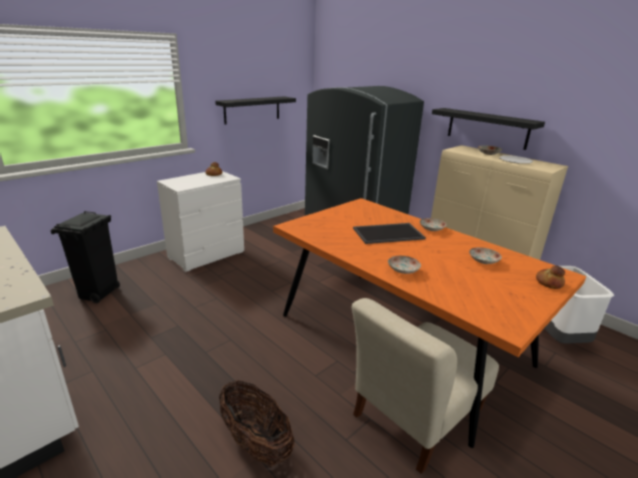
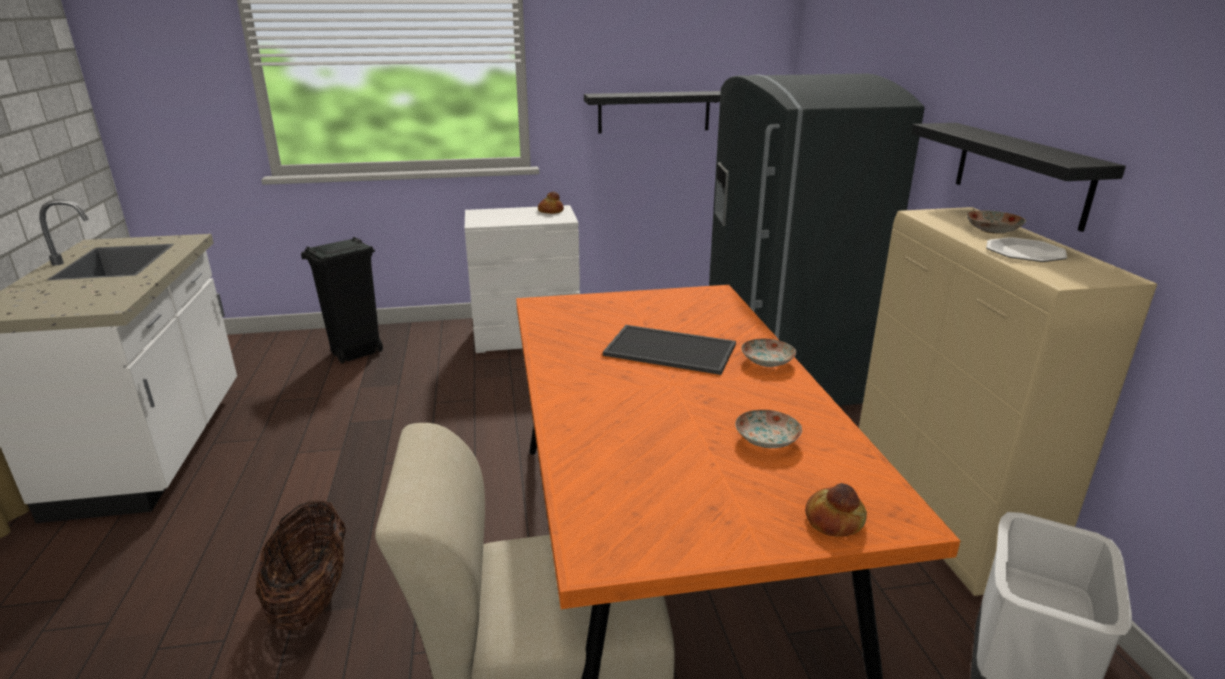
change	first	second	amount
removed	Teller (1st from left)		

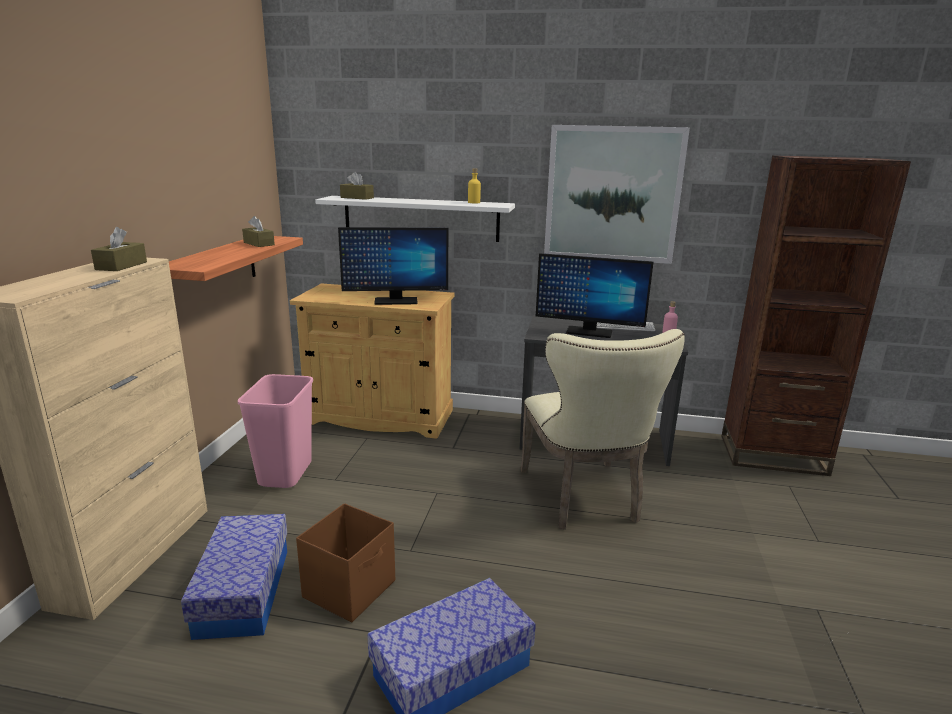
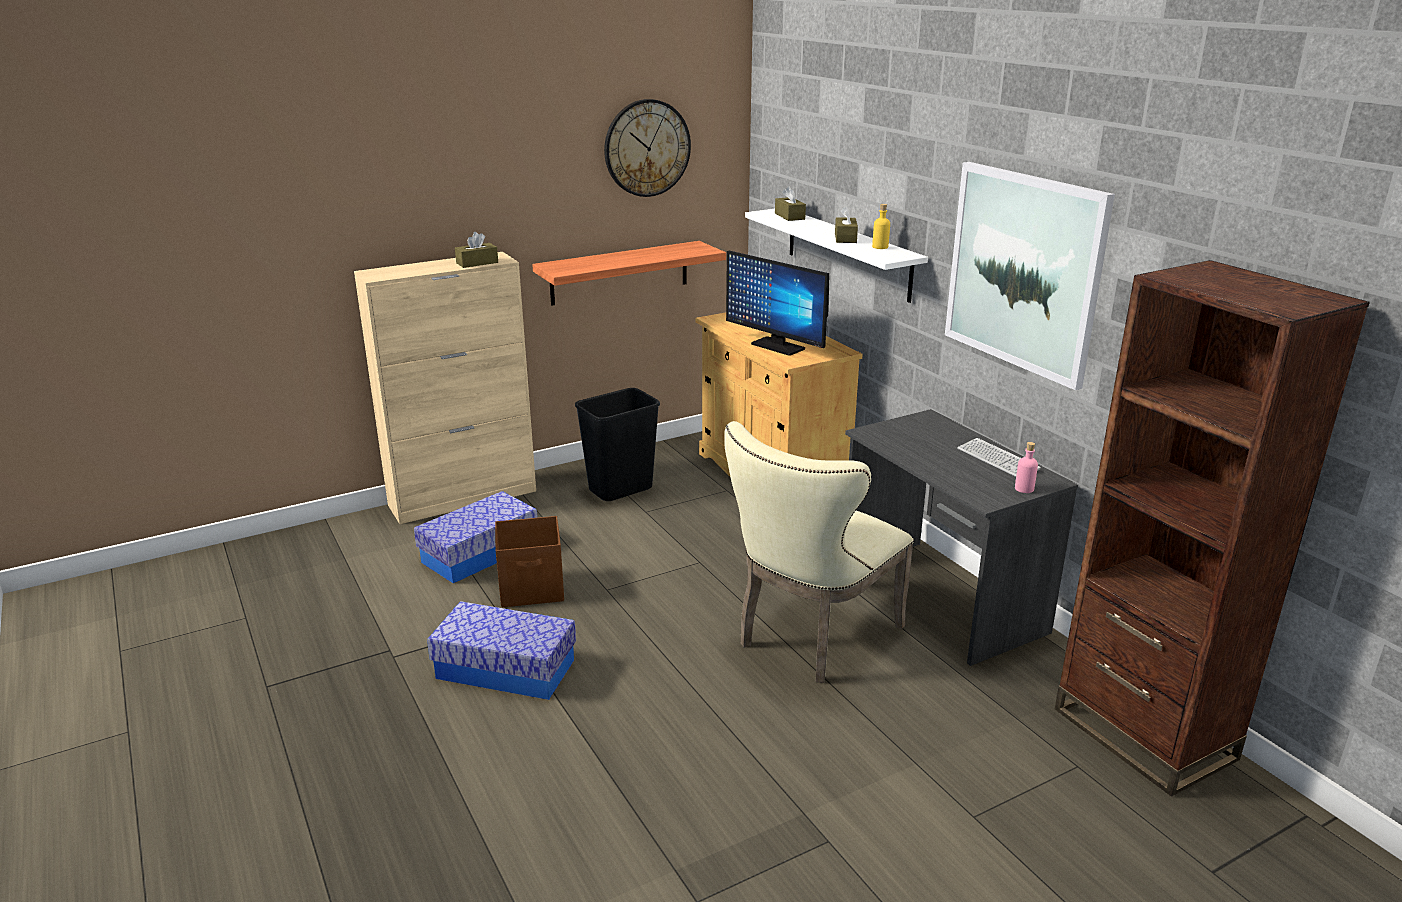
change	first	second	amount
recoloured	Mülleimer/rosa	Mülleimer/schwarz	
added		Wanduhr	
moved	Taschentuchbox/braun (2nd from left in the first image)	Taschentuchbox/braun (3rd from left)	
removed	Monitor (2nd from left)		

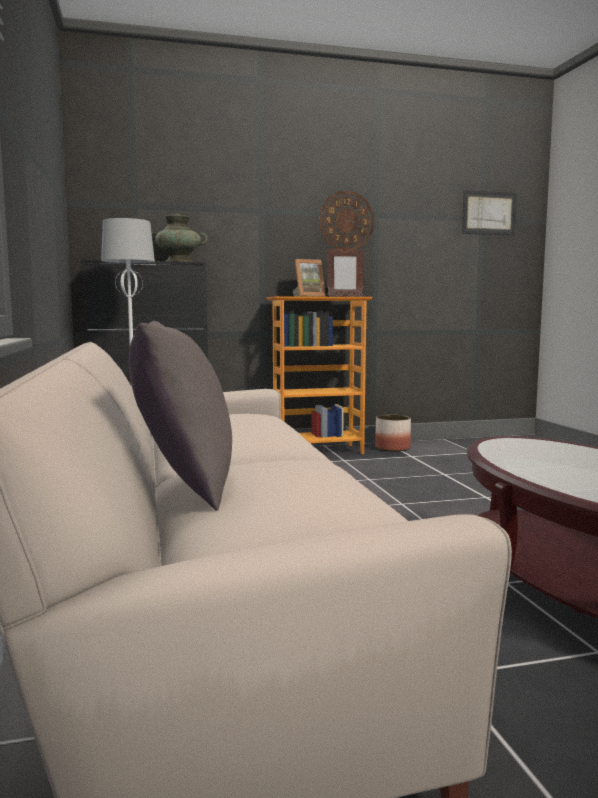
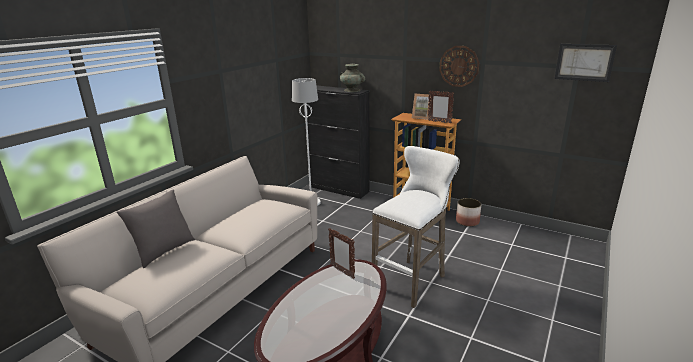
change	first	second	amount
added		Bilderrahmen (1st from left)	
added		Hocker/weiß	

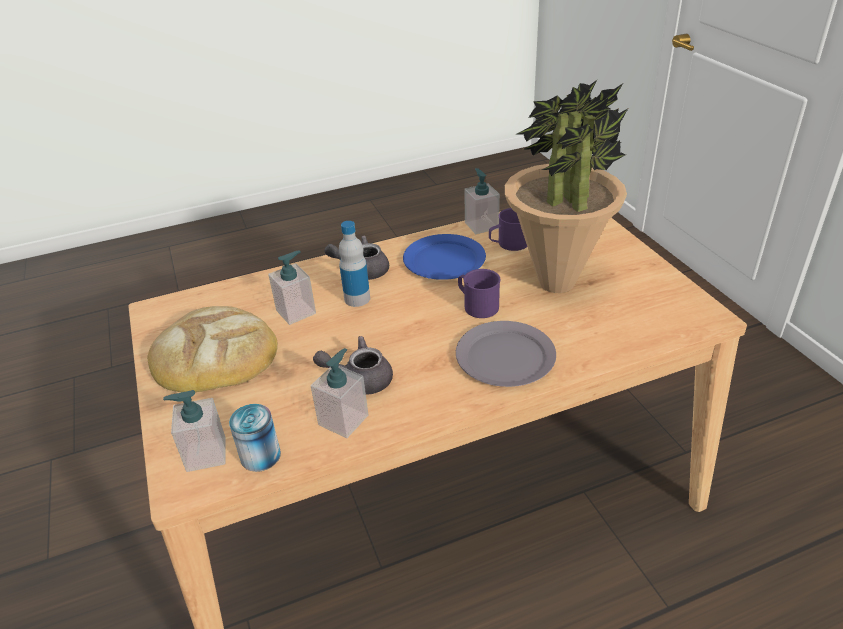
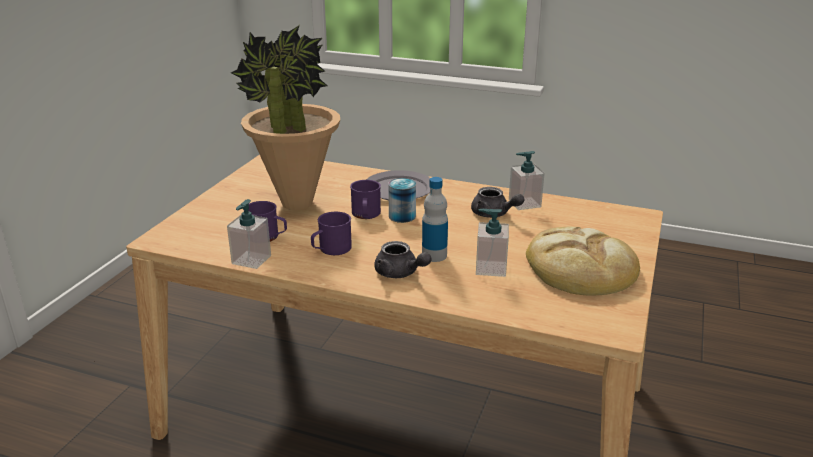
change	first	second	amount
replaced	Teller/blau	Henkelbecher/lila (2nd from left)	
moved	Dose		
removed	Seifenspender (1st from left)		

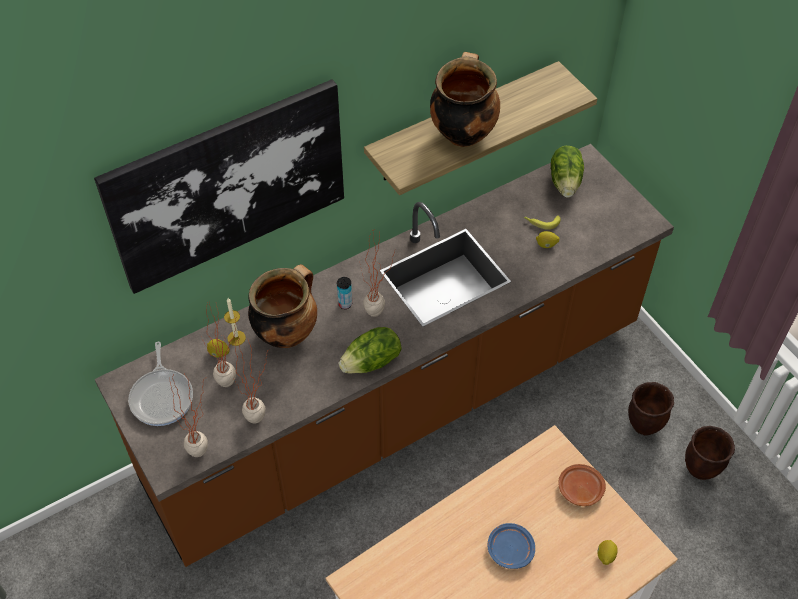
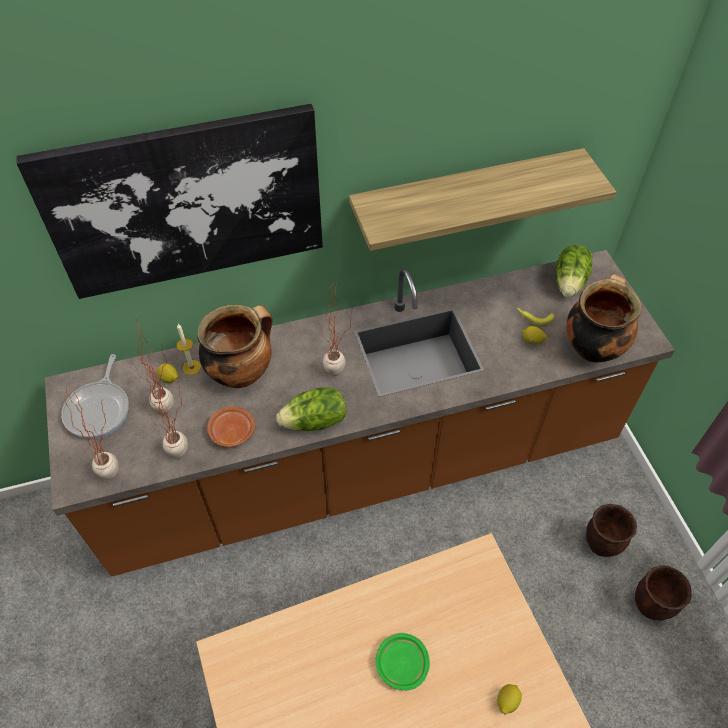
change	first	second	amount
moved	Teller/braun		
recoloured	Teller/blau	Teller/grün	
moved	Kochtopf (2nd from left)		
removed	Dose		

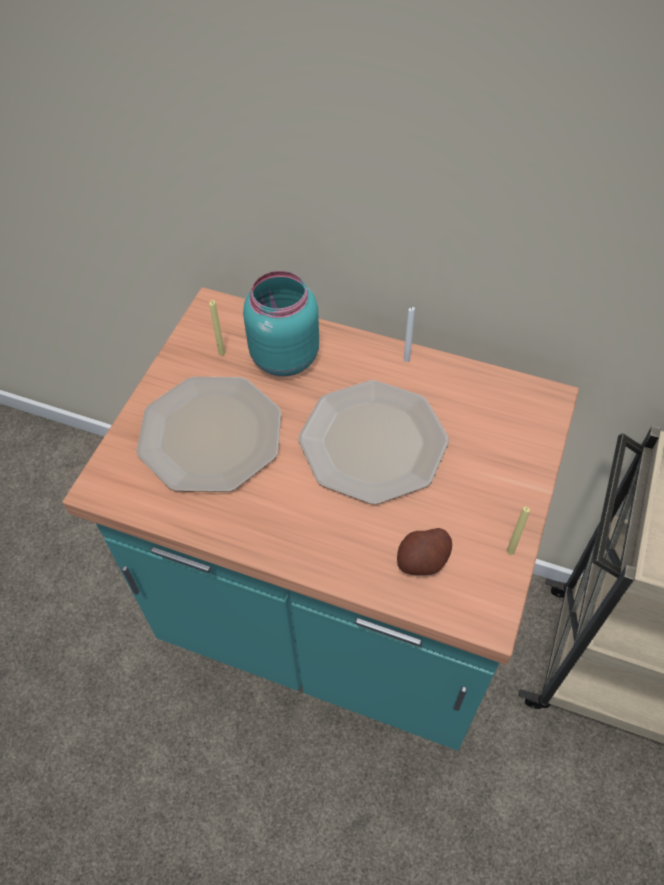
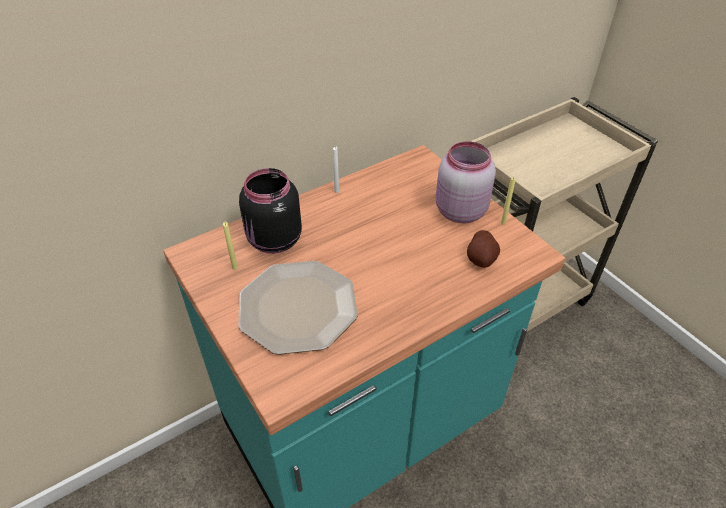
change	first	second	amount
recoloured	Vorratsglas/türkis	Vorratsglas/schwarz	
added		Vorratsglas/rosa	
removed	Teller (2nd from left)		

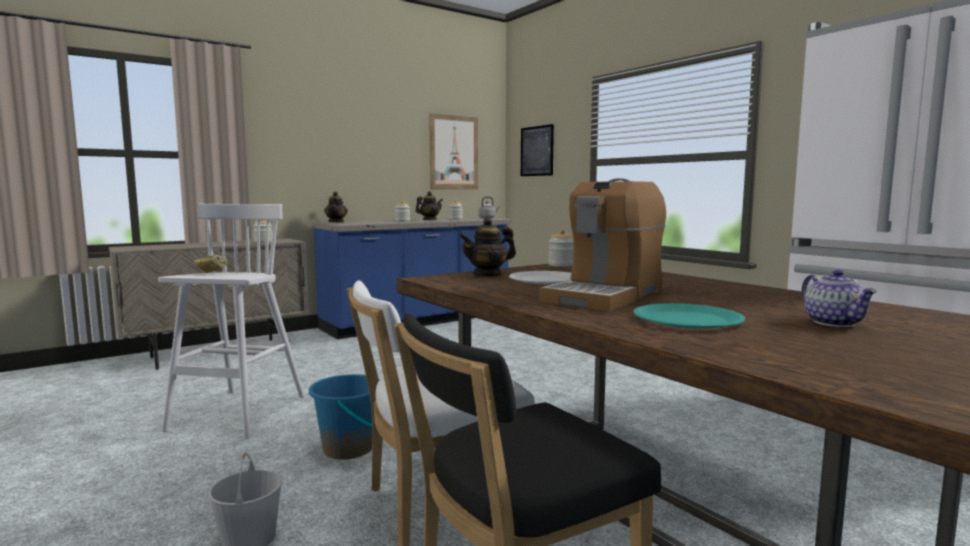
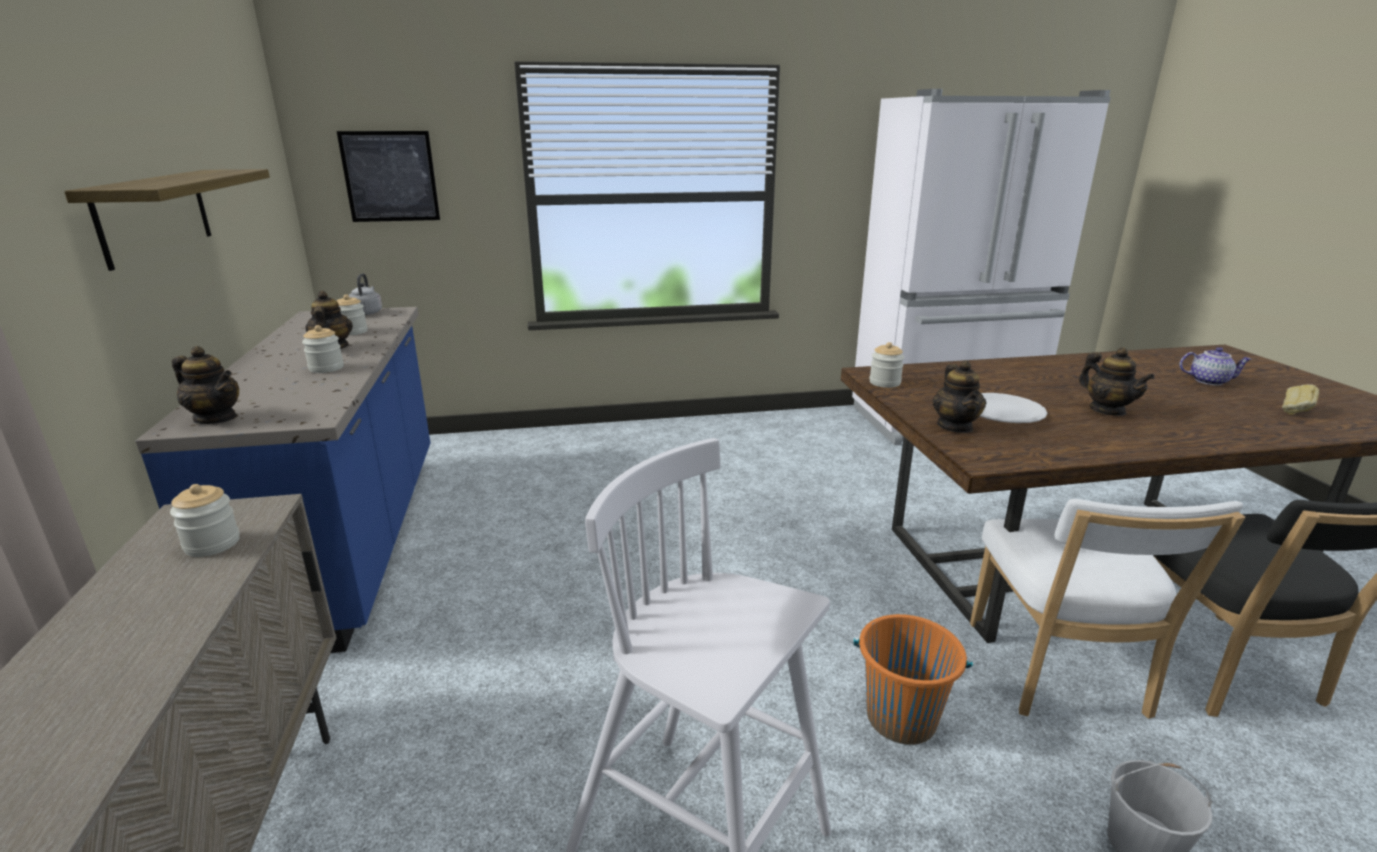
change	first	second	amount
added		Wandregal	
recoloured	Eimer/blau	Eimer/orange	
replaced	Kaffeemaschine	Teekanne (4th from left)	
moved	Brot		
removed	Bild (1st from left)		
removed	Teller/türkis		

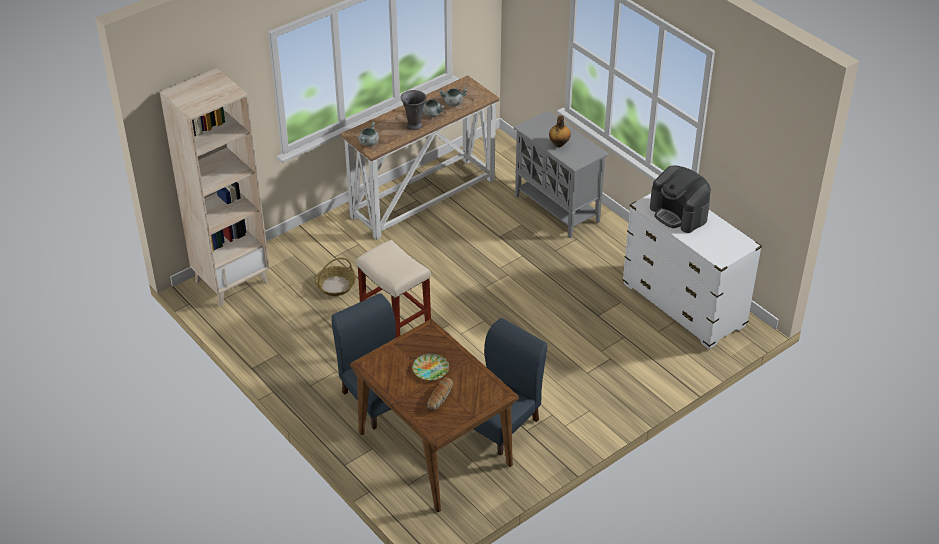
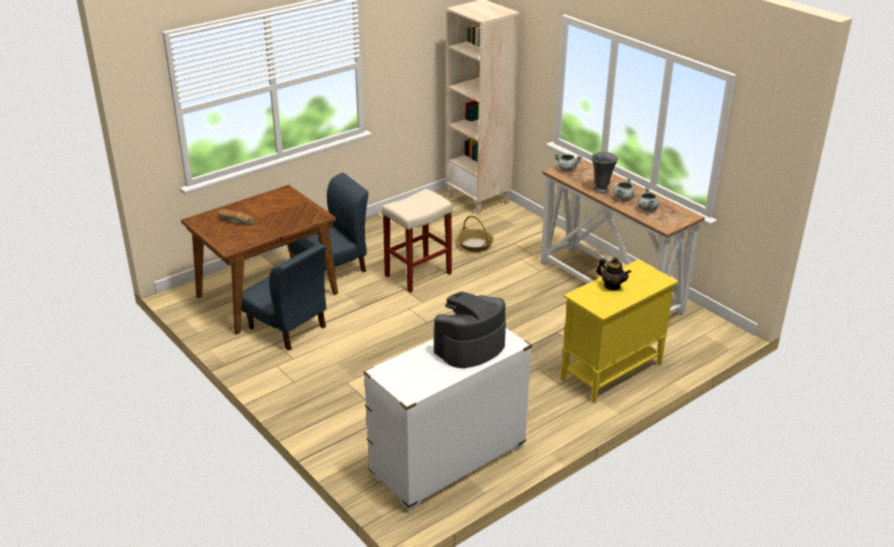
change	first	second	amount
recoloured	Schrank/grau	Schrank/gelb	
replaced	Flasche	Teekanne	
removed	Teller		

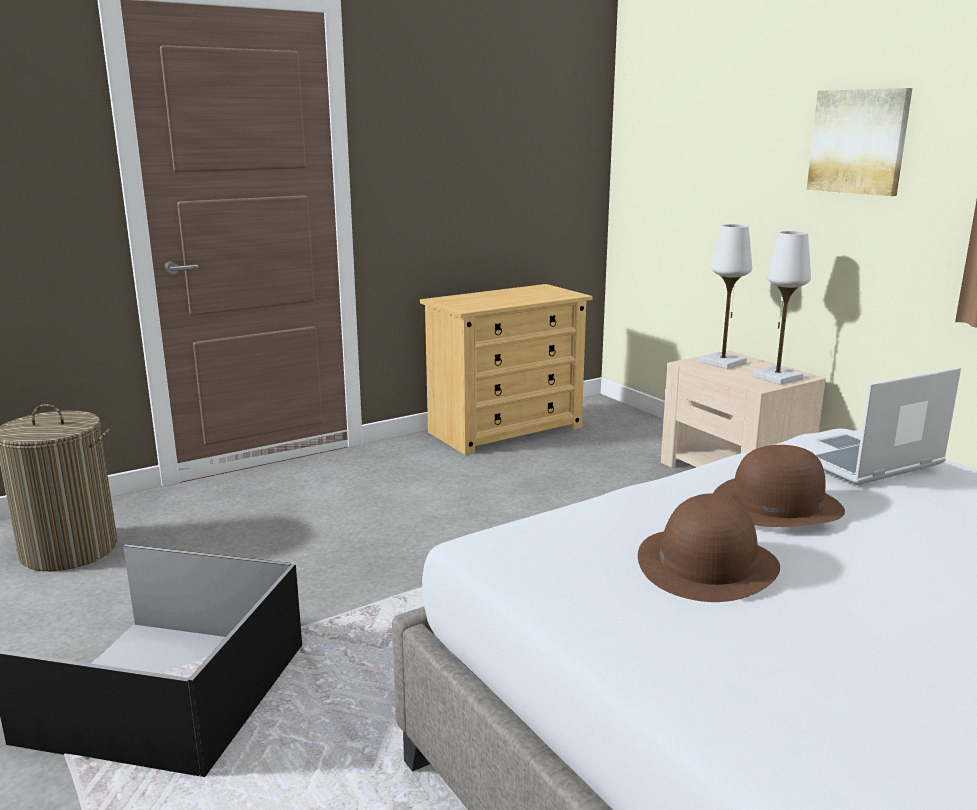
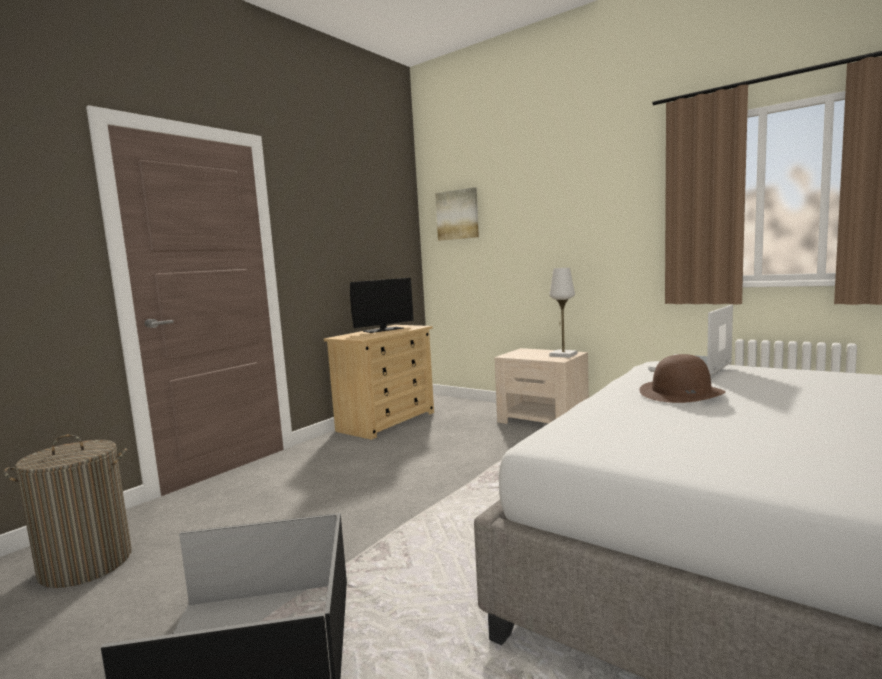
change	first	second	amount
added		Monitor	
moved	Bild		
removed	Hut/braun (1st from left)		
removed	Tischlampe/weiß (1st from left)		

